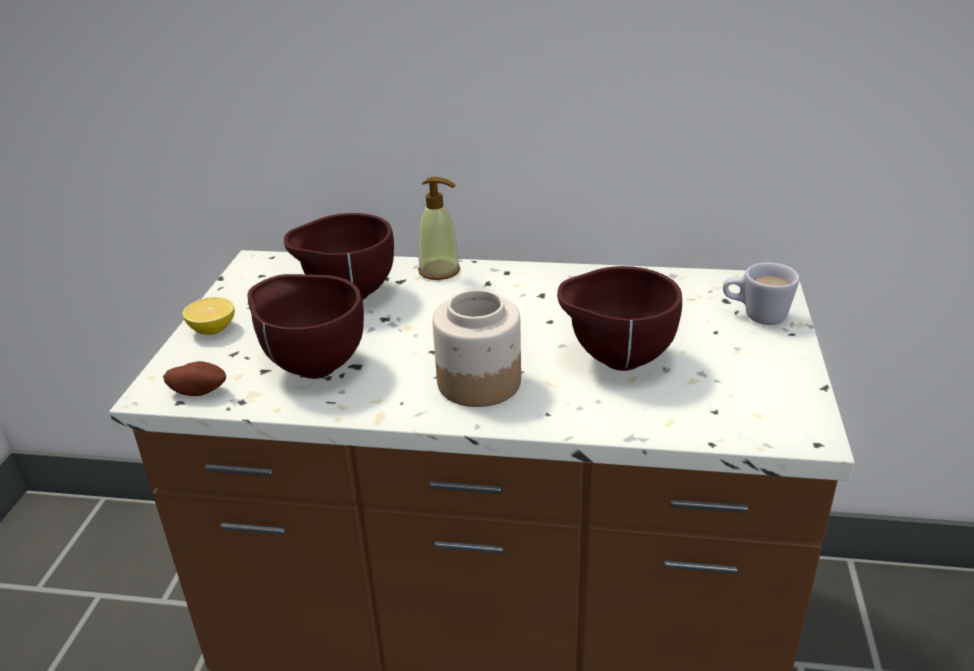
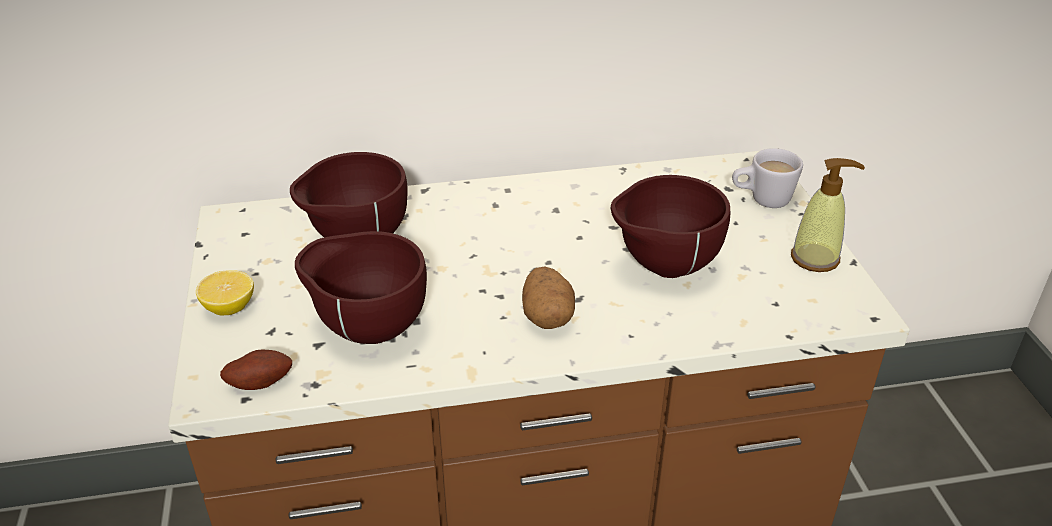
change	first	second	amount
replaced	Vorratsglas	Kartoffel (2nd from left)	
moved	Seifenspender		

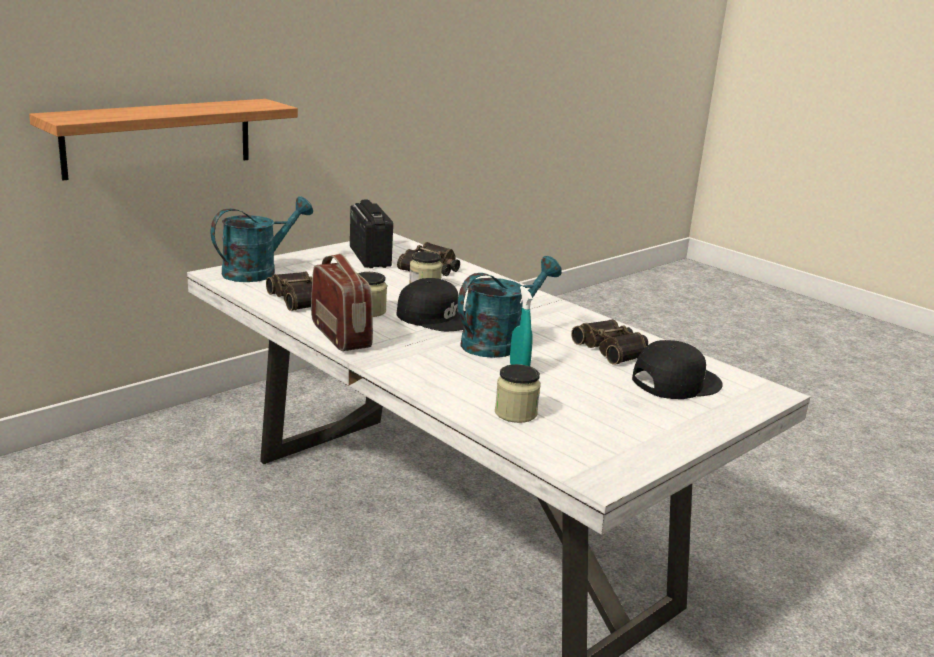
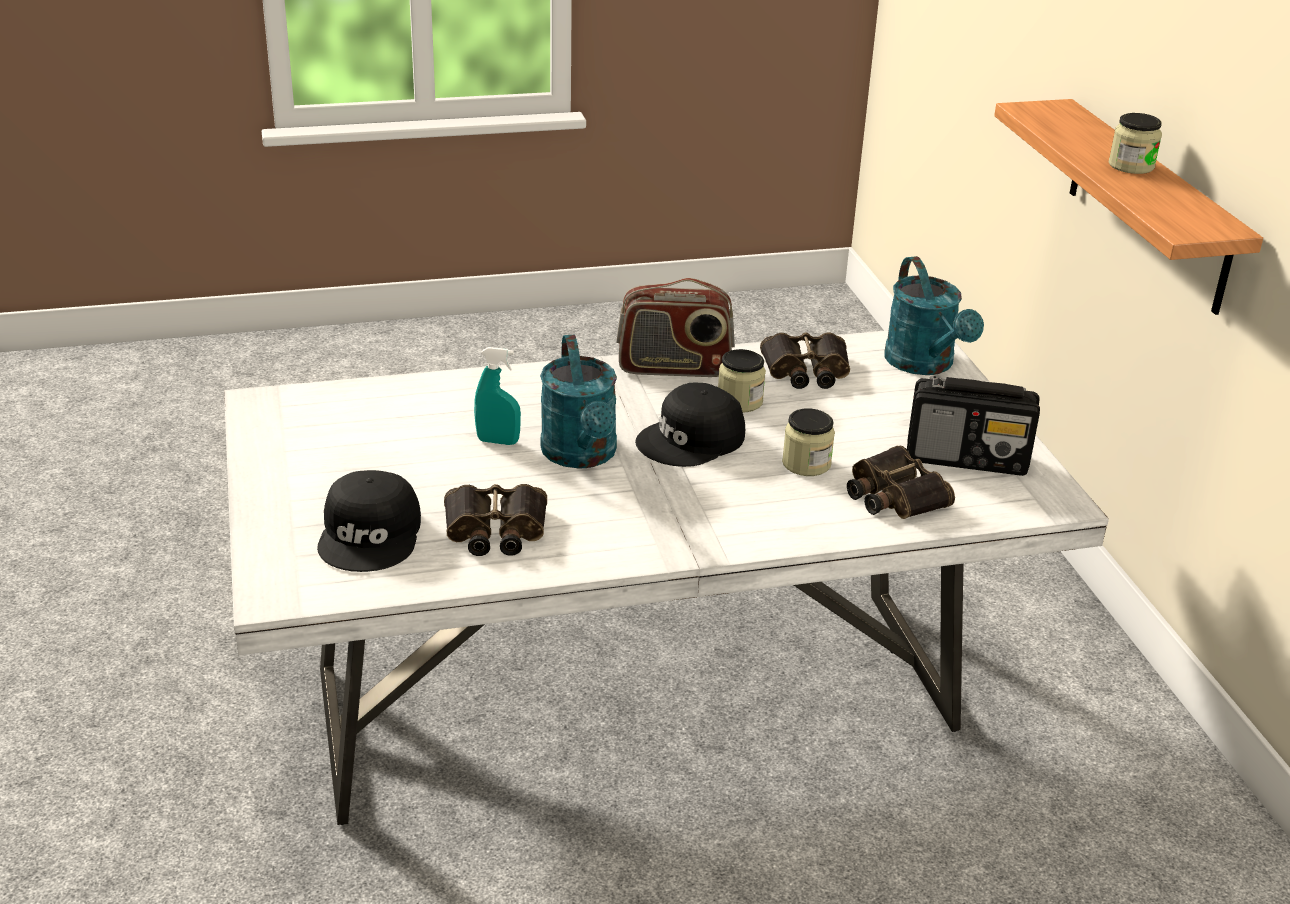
change	first	second	amount
moved	Vorratsglas (3rd from left)		

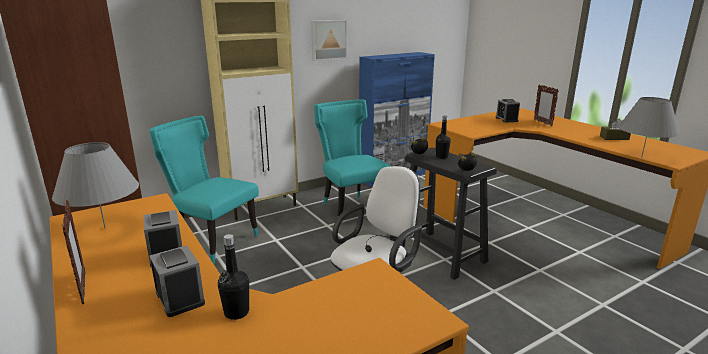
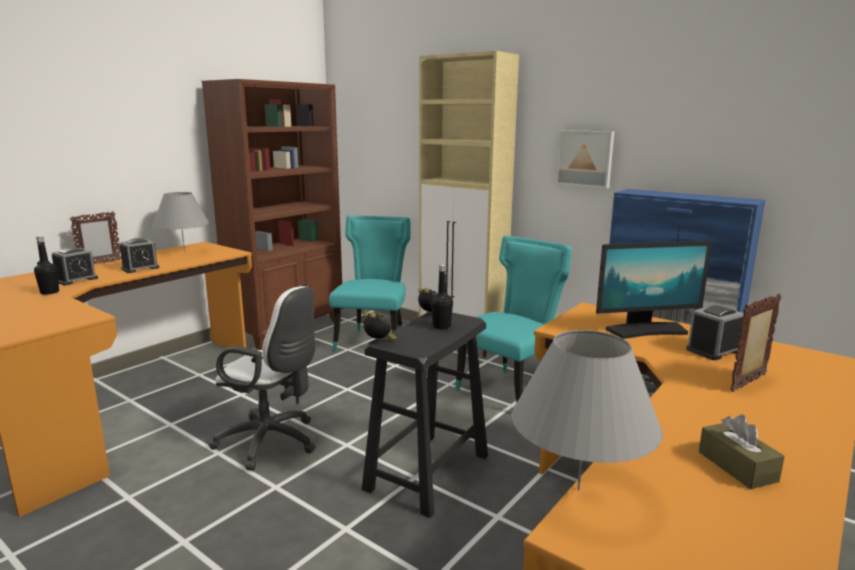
change	first	second	amount
added		Monitor	

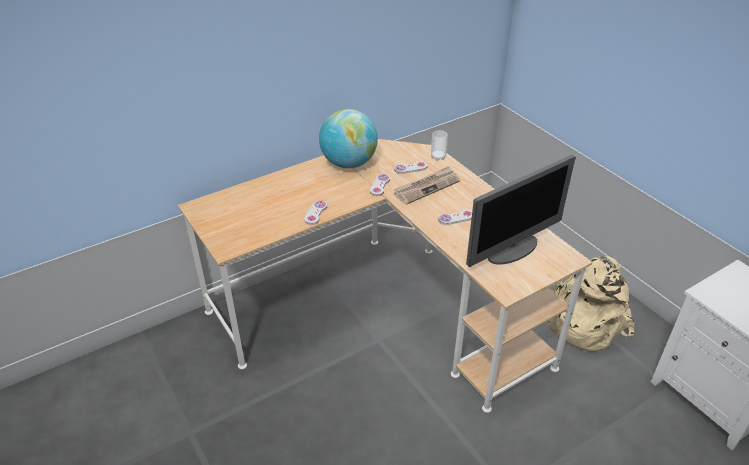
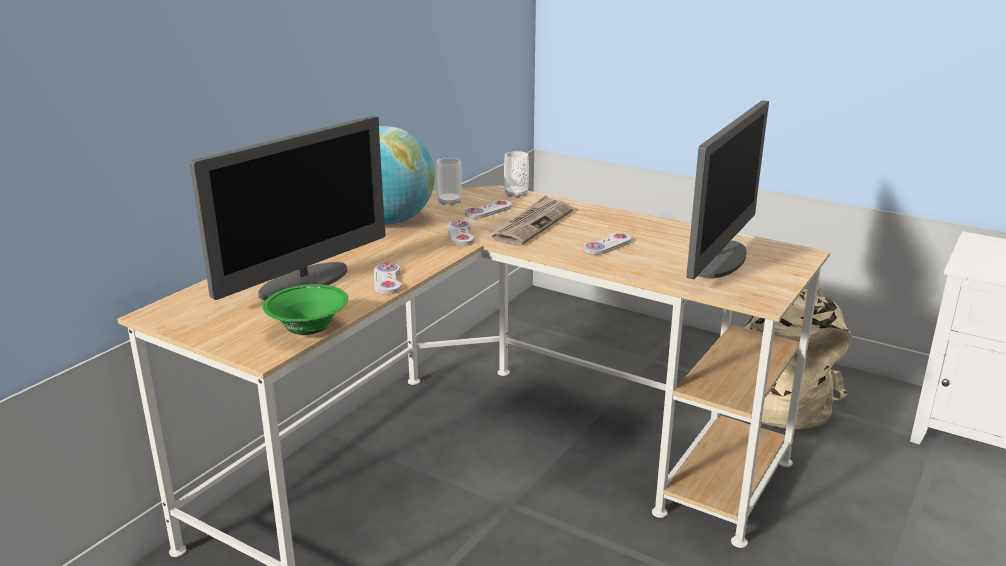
change	first	second	amount
added		Monitor (1st from left)	
added		Schüssel/grün	
added		Tasse (1st from left)	

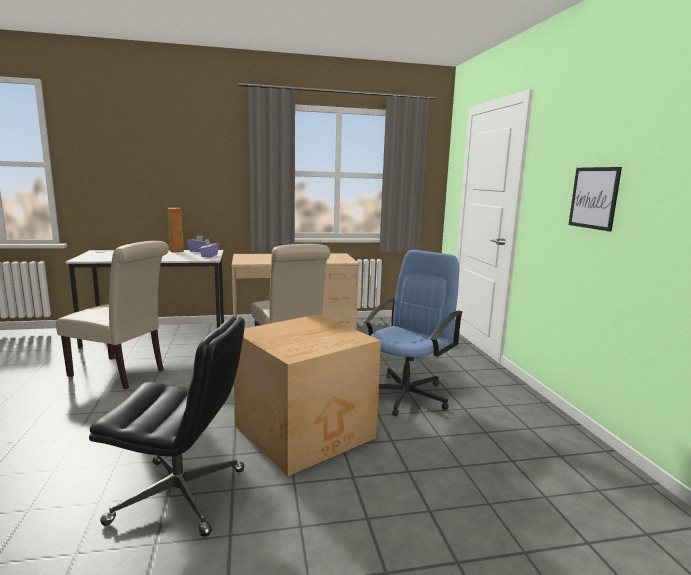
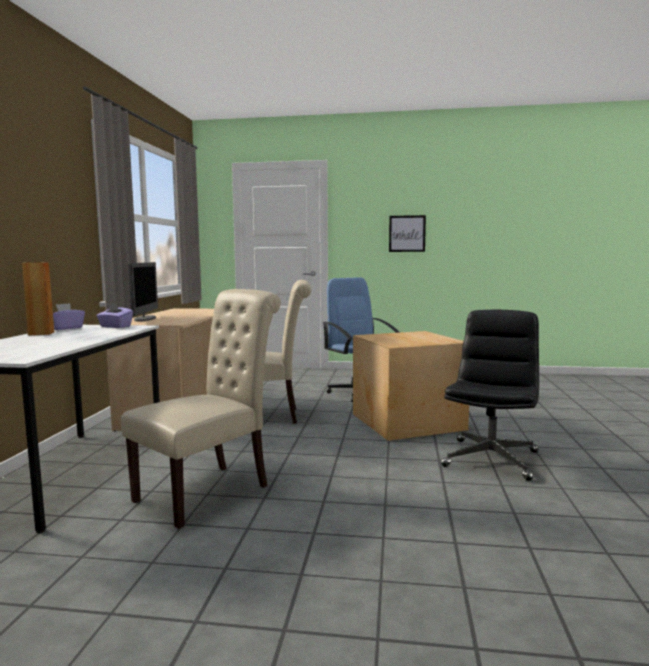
change	first	second	amount
added		Monitor	

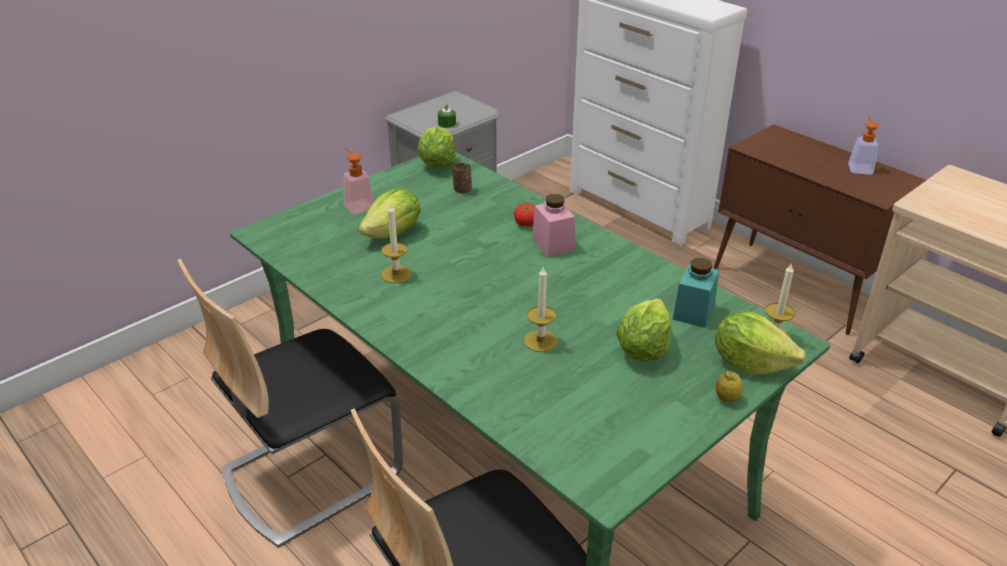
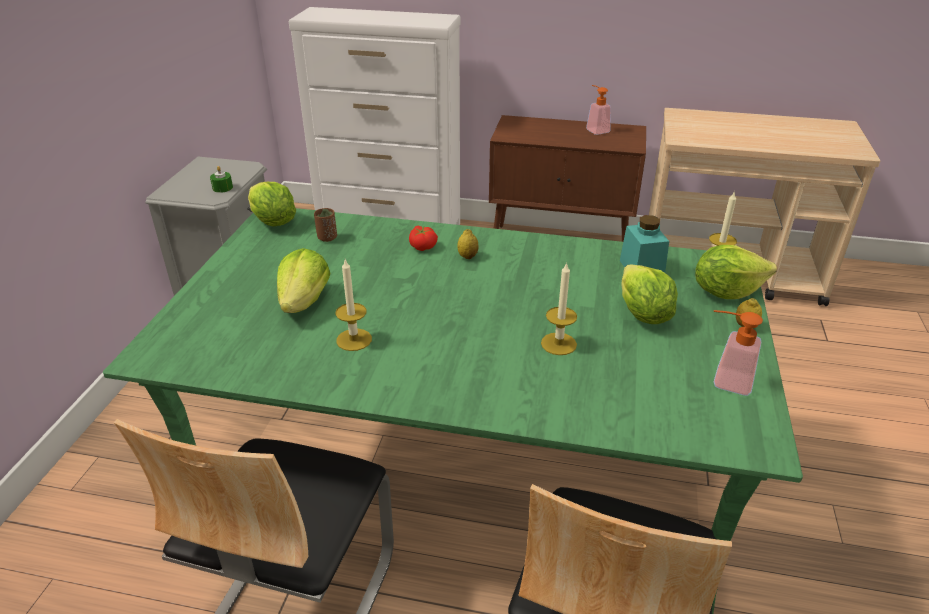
change	first	second	amount
replaced	Vorratsglas/rosa	Zitrone (1st from left)	
moved	Seifenspender (1st from left in the first image)	Seifenspender (2nd from left)	

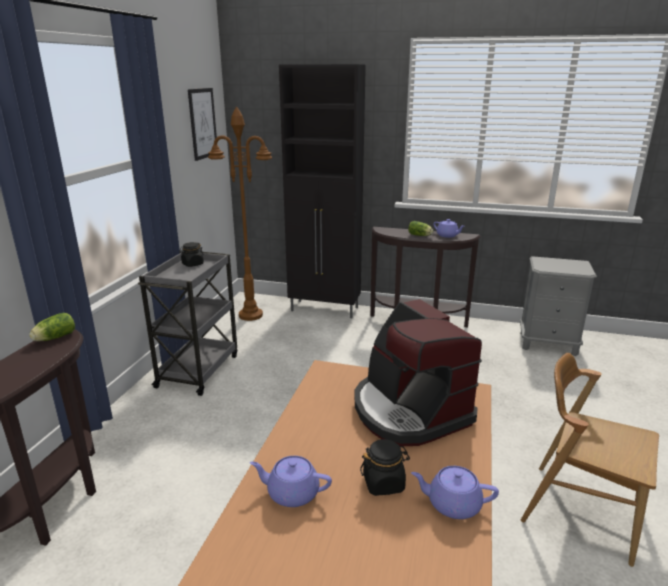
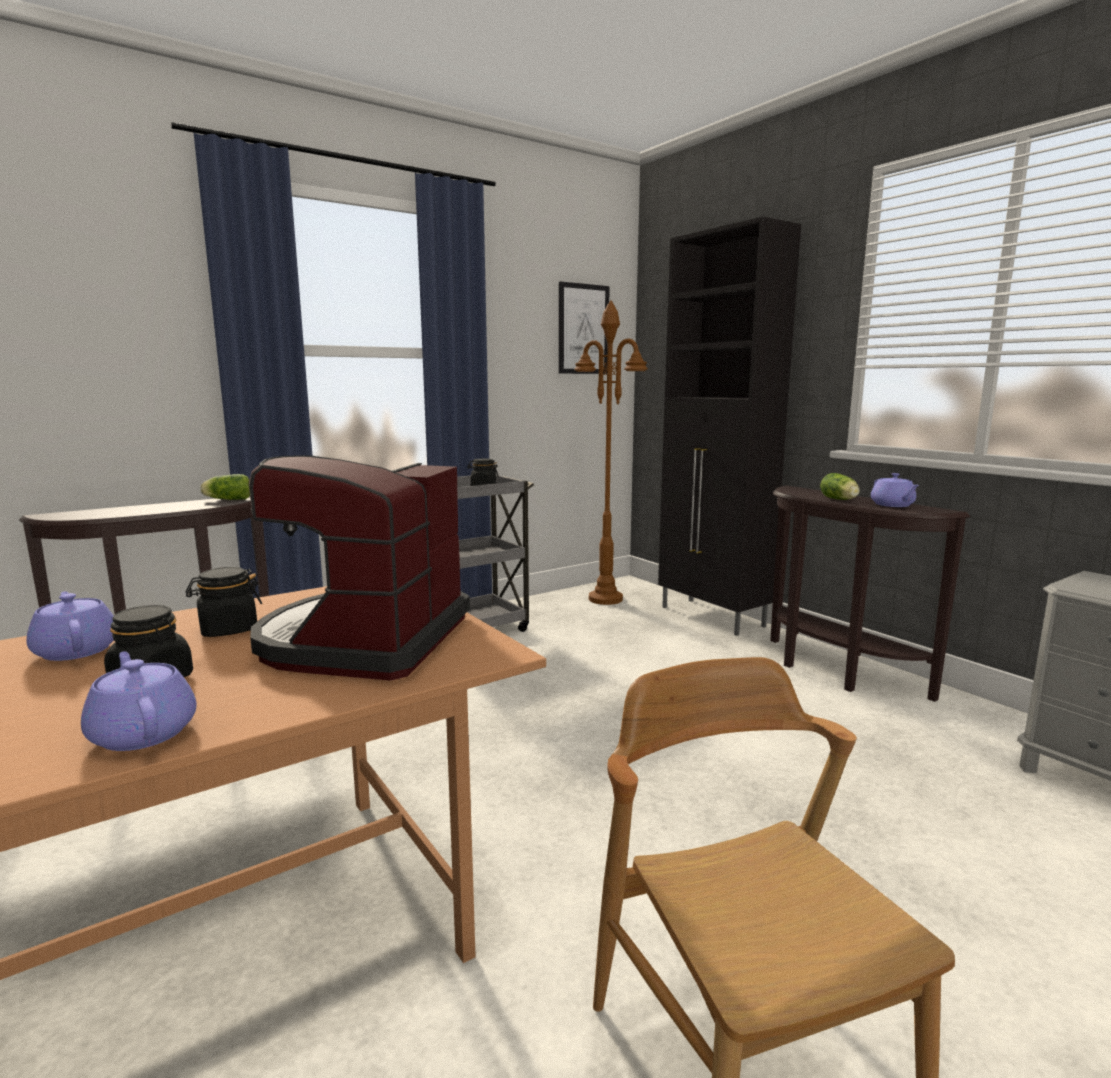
change	first	second	amount
added		Vorratsglas/schwarz (2nd from left)	

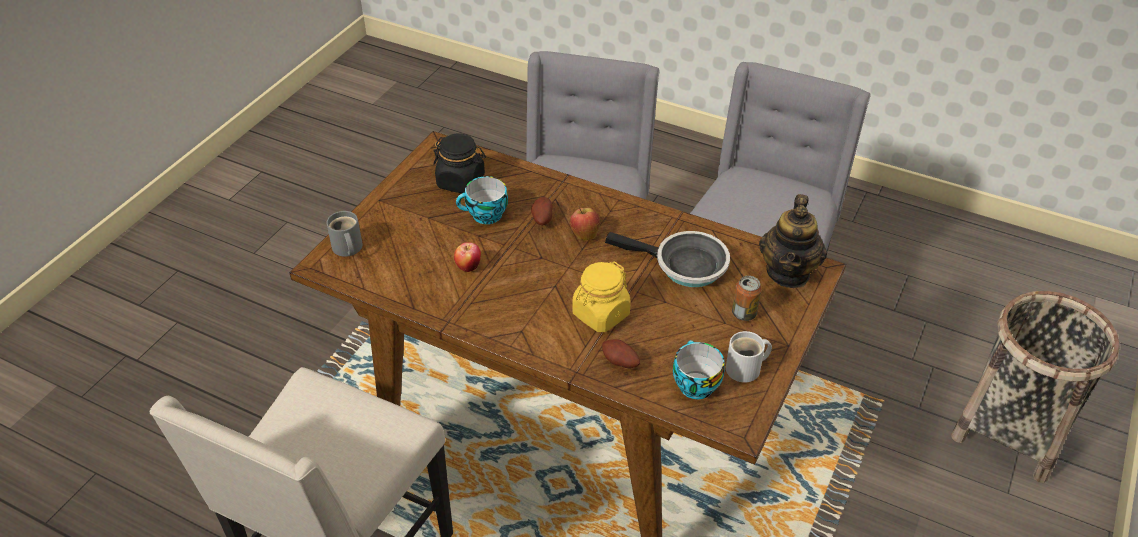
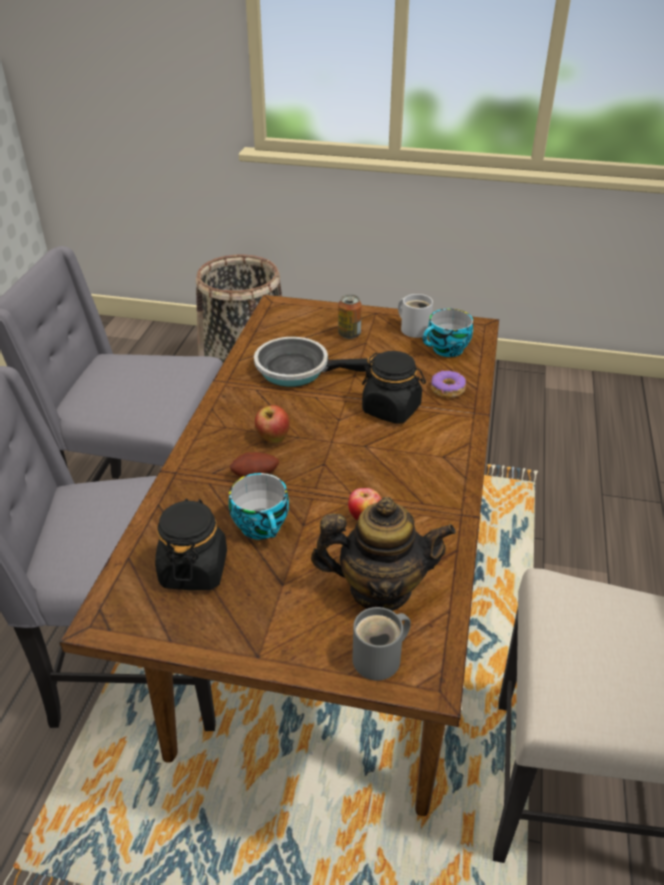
change	first	second	amount
turned	Pfanne		90 degrees counterclockwise
moved	Teekanne		
recoloured	Vorratsglas/gelb	Vorratsglas/schwarz (2nd from left)	
replaced	Kartoffel (2nd from left)	Donut	

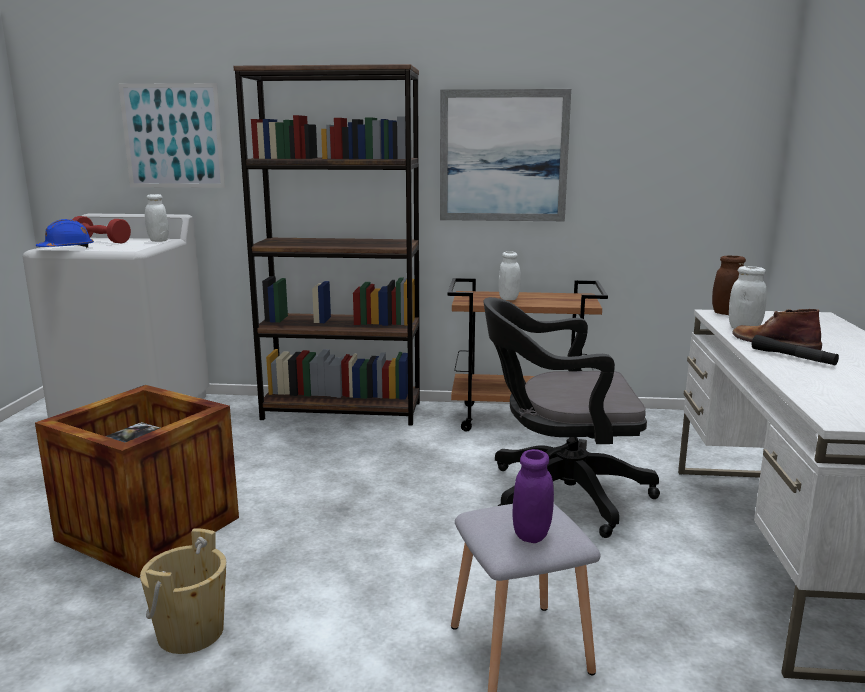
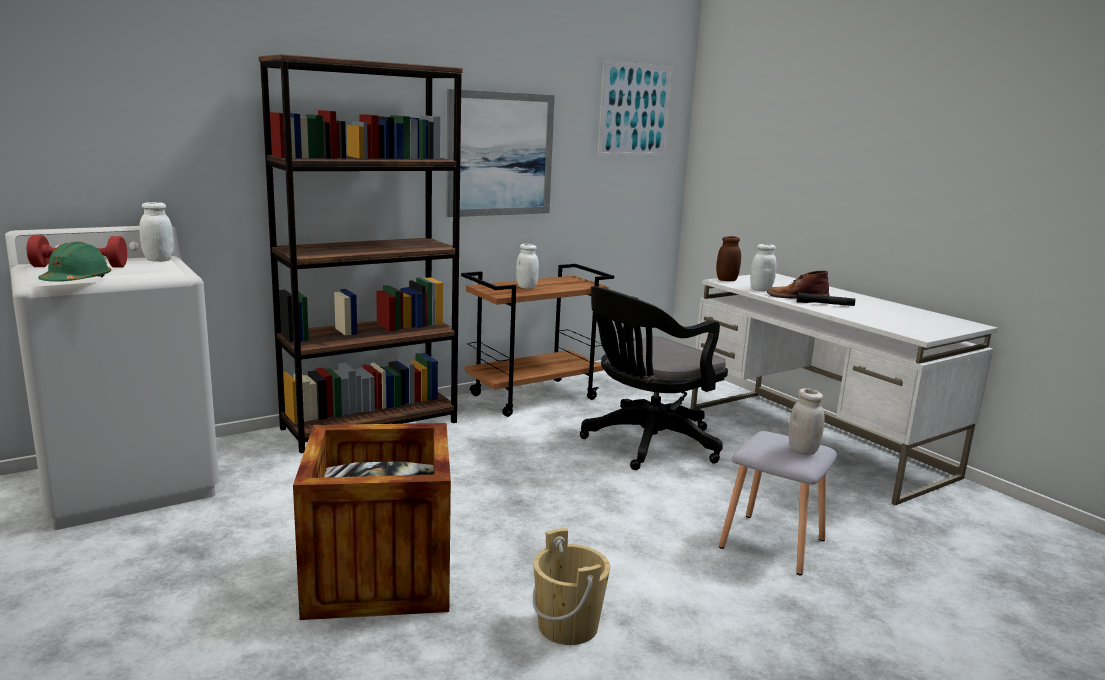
change	first	second	amount
recoloured	Schutzhelm/blau	Schutzhelm/grün	
moved	Bild (1st from left in the first image)	Bild (2nd from left)	
recoloured	Vorratsglas/lila	Vorratsglas/weiß (4th from left)	

